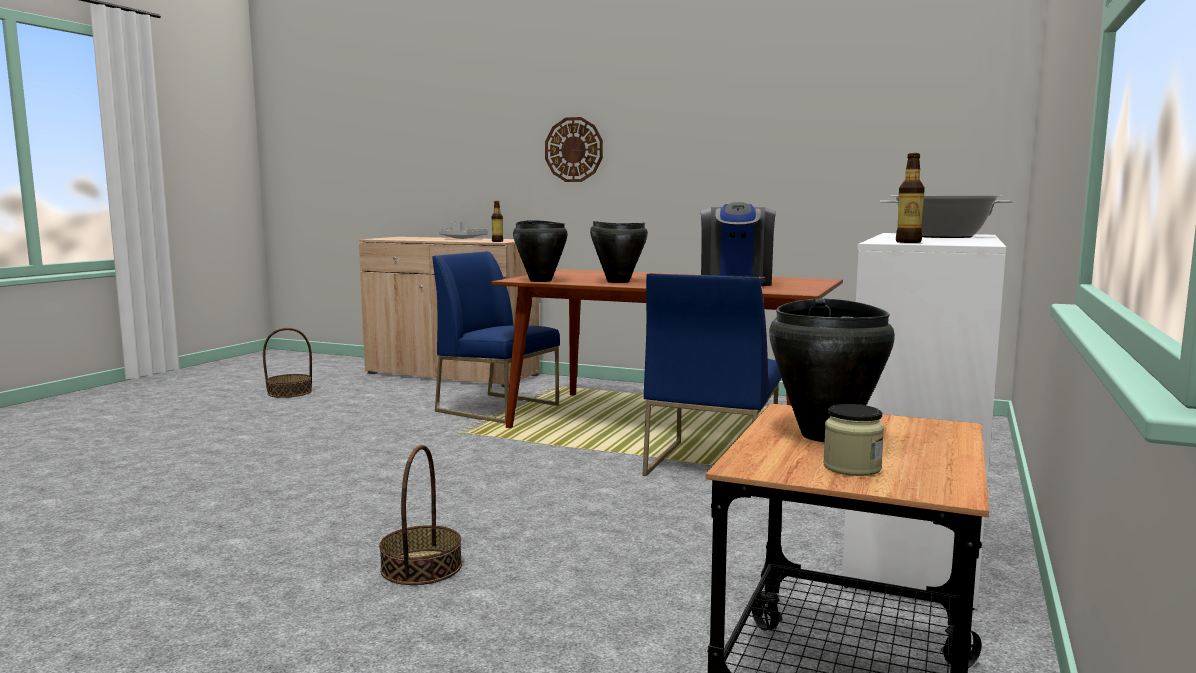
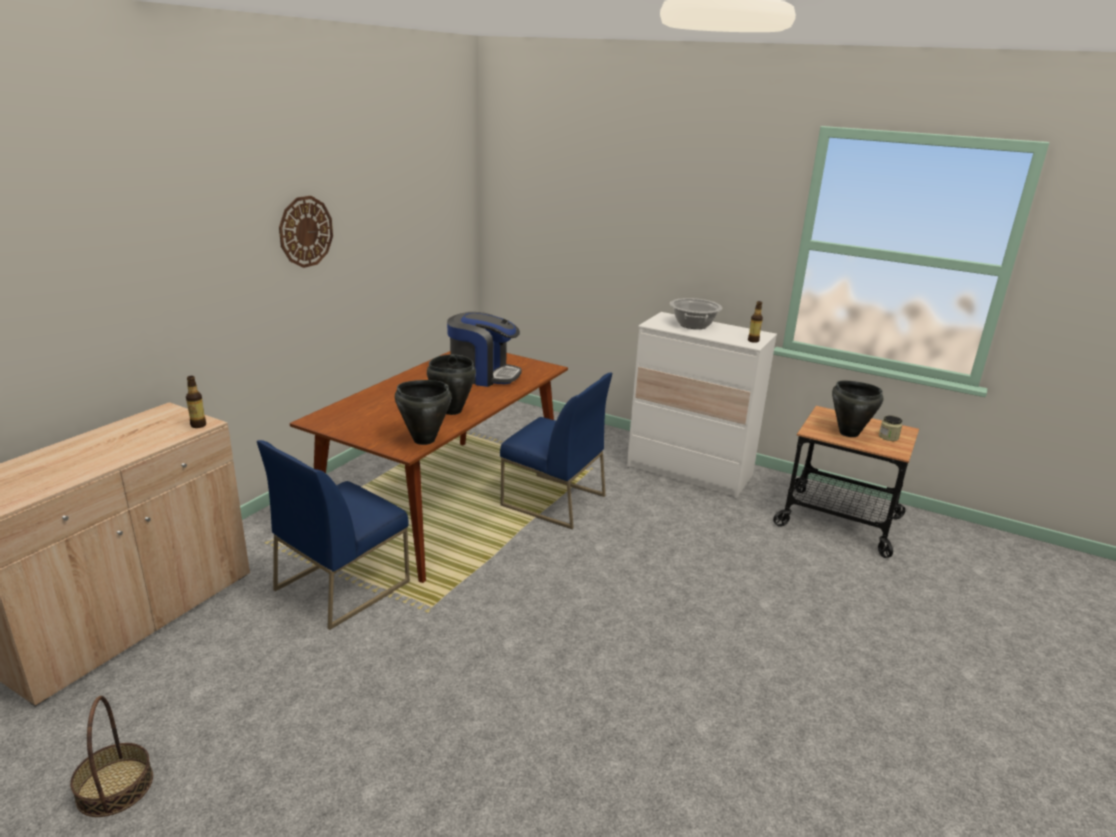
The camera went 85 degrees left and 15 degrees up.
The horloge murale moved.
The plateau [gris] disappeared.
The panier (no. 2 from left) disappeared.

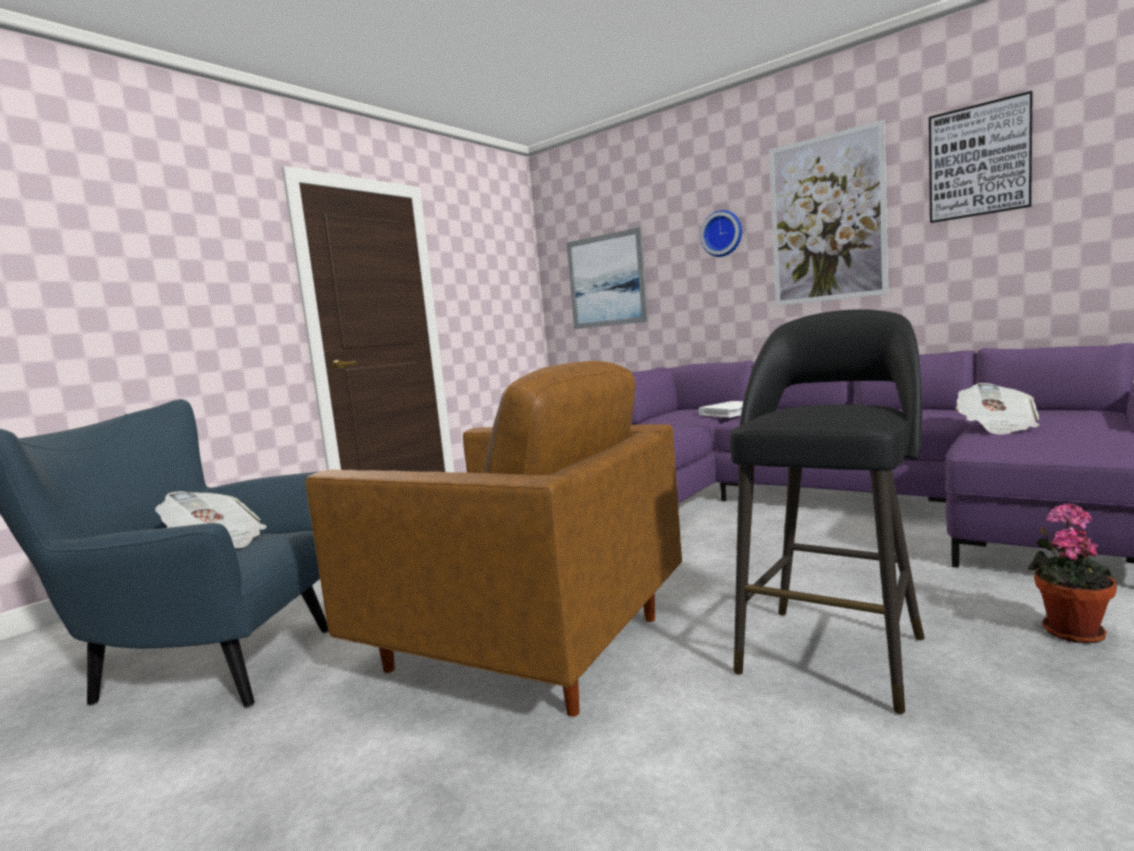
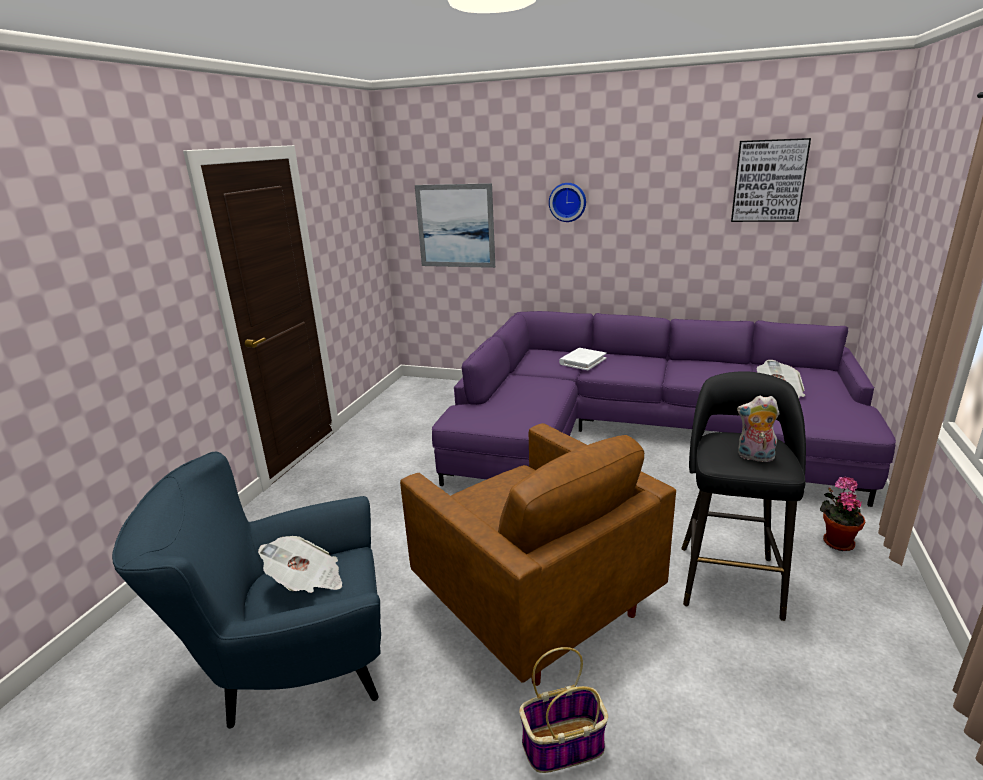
The camera went 20 degrees left and 15 degrees up.
The tableau (no. 2 from left) disappeared.
The fauteuil [marron] turned 45 degrees clockwise.
The peluche appeared.
The panier appeared.

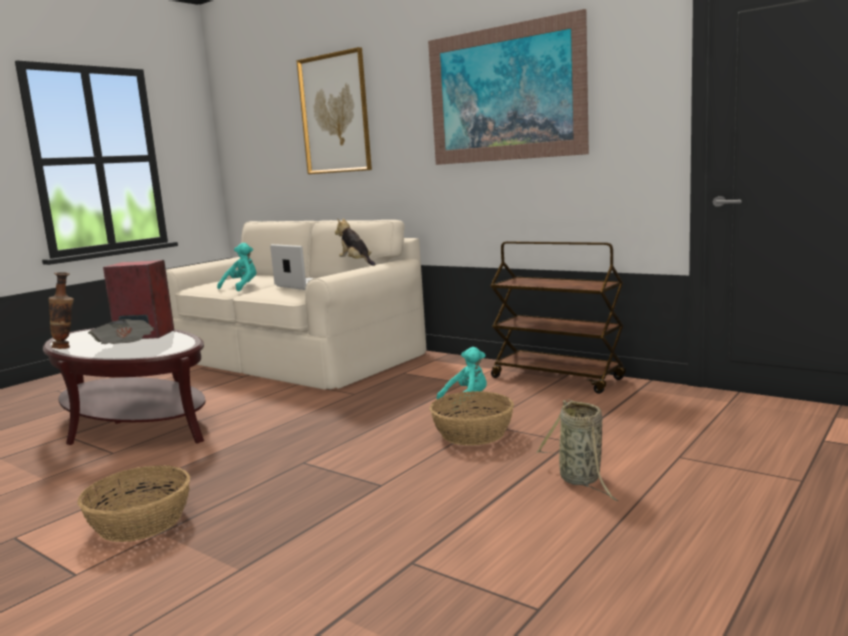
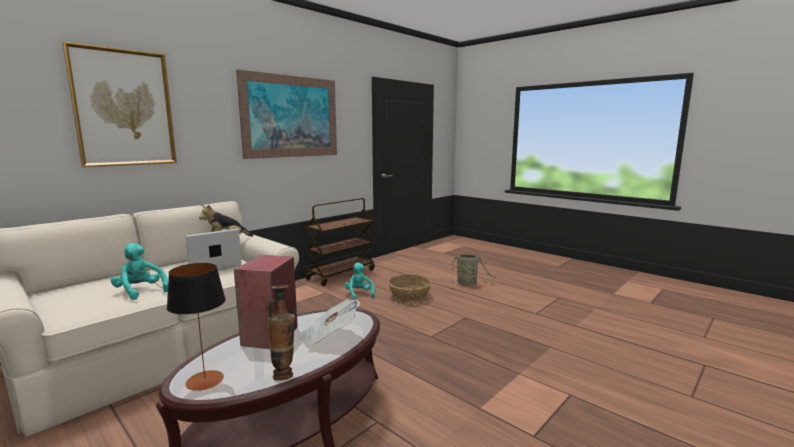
The camera went 85 degrees left and 0 degrees up.
The panier (no. 1 from left) disappeared.
The lampe de table appeared.

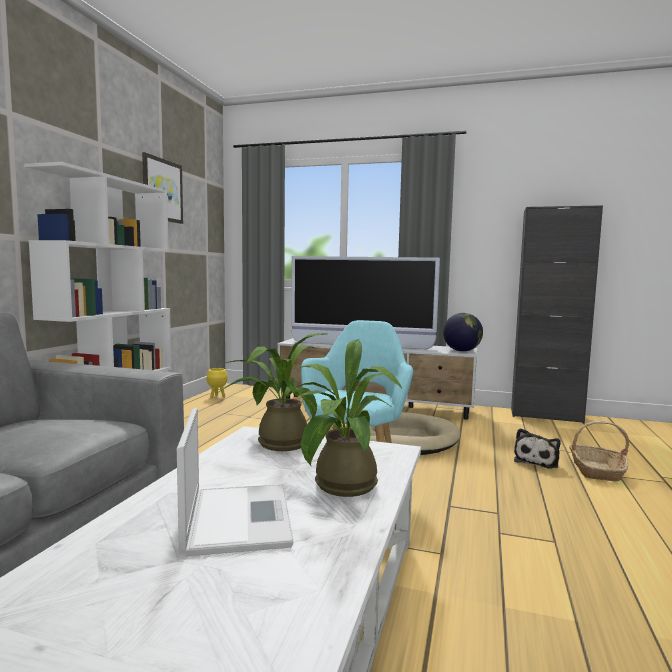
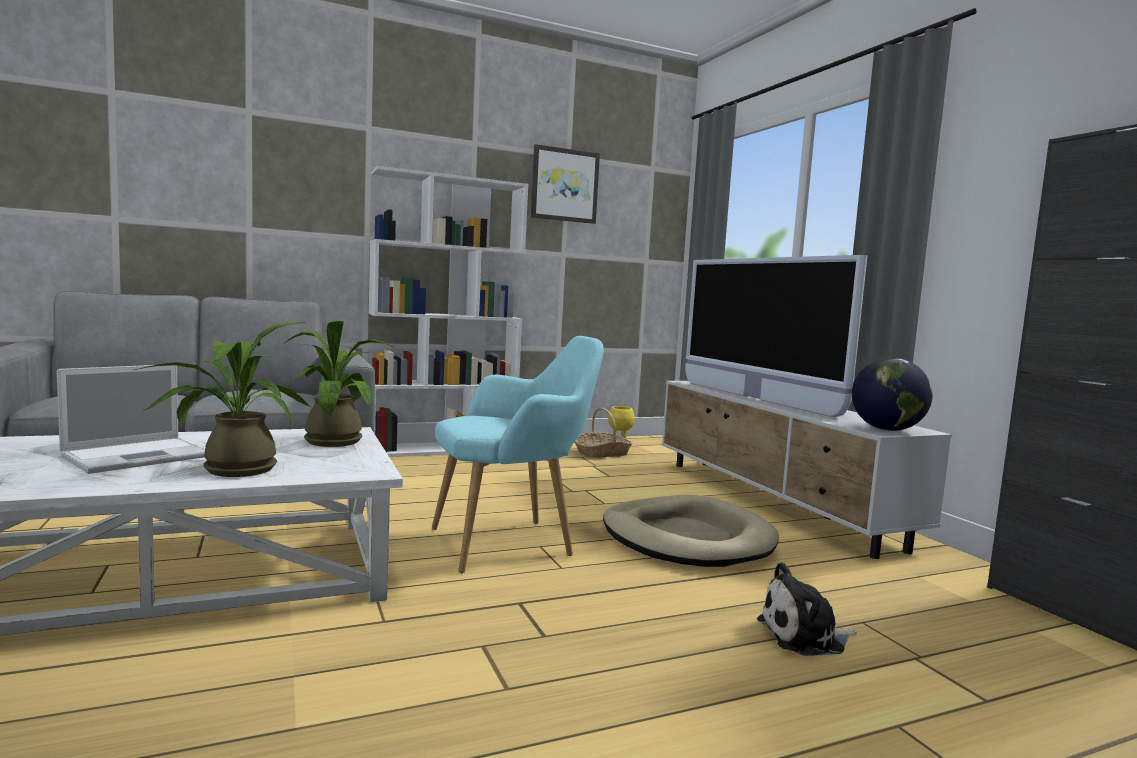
The camera went 50 degrees right and 0 degrees up.
The panier moved.

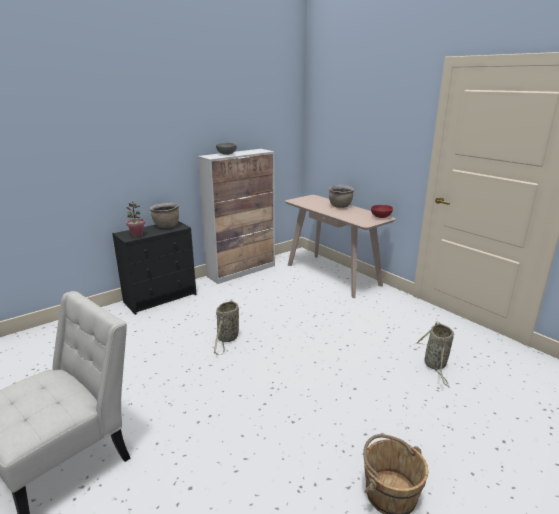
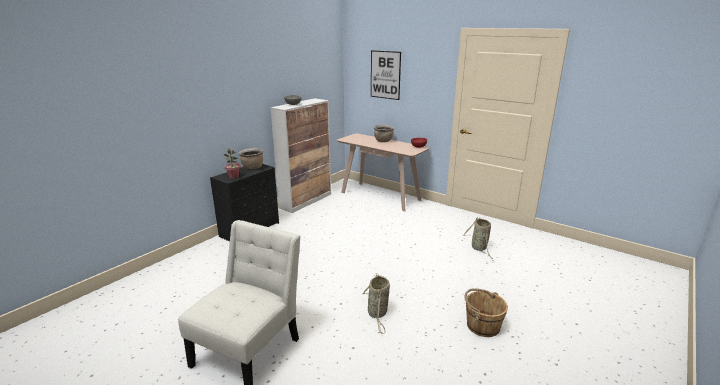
The camera went 15 degrees left and 0 degrees up.
The panier (no. 1 from left) moved.
The tableau appeared.

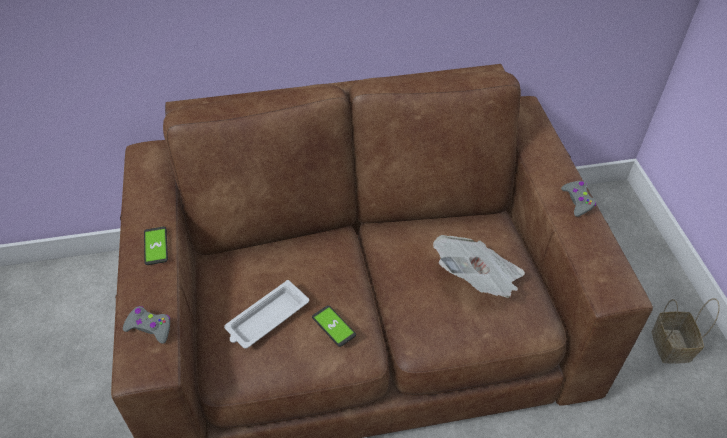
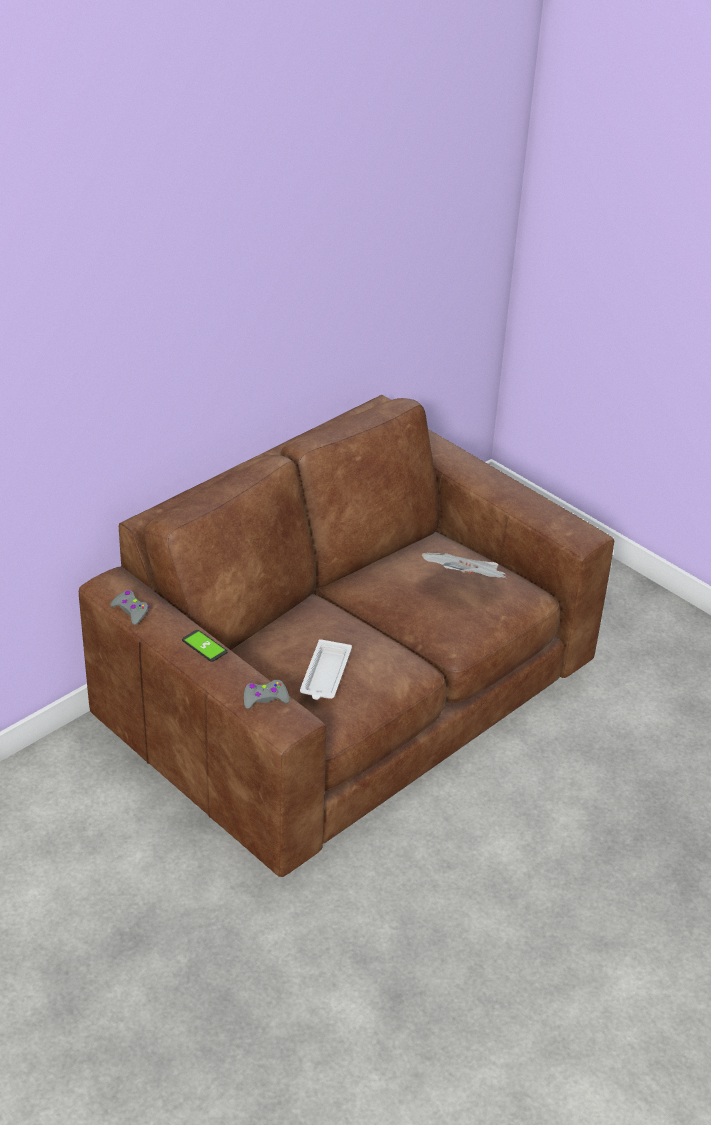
The camera went 35 degrees left and 10 degrees down.
The manette [gris] (no. 2 from left in the first image) moved.
The panier disappeared.
The téléphone (no. 2 from left) disappeared.

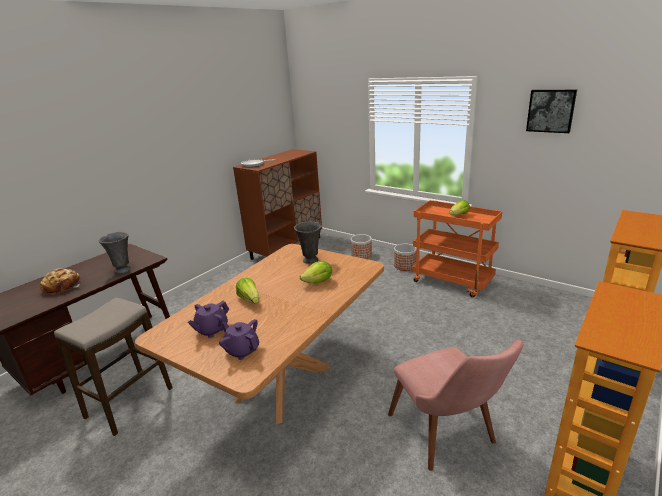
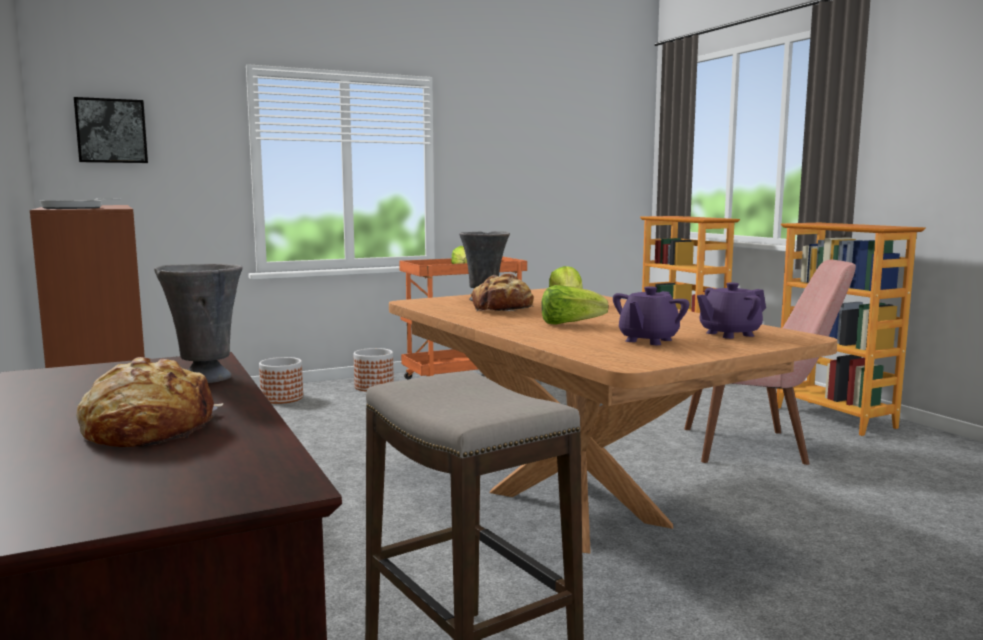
The camera went 65 degrees left and 15 degrees down.
The tableau moved.
The théière [violet] (no. 1 from left) turned 60 degrees clockwise.
The pain (no. 2 from left) appeared.

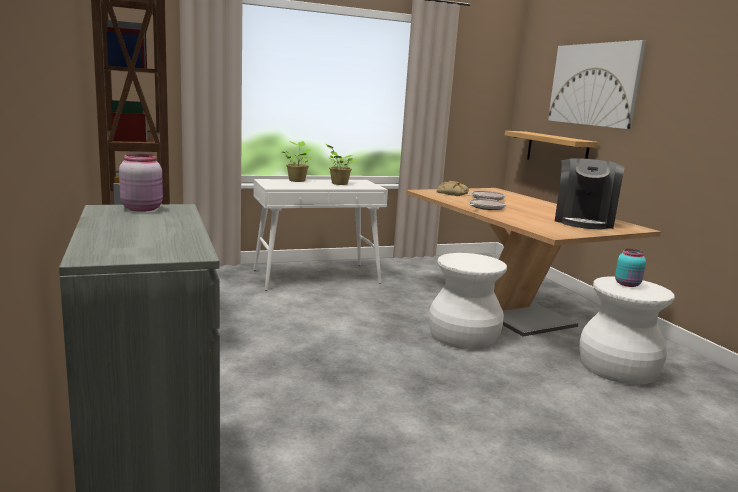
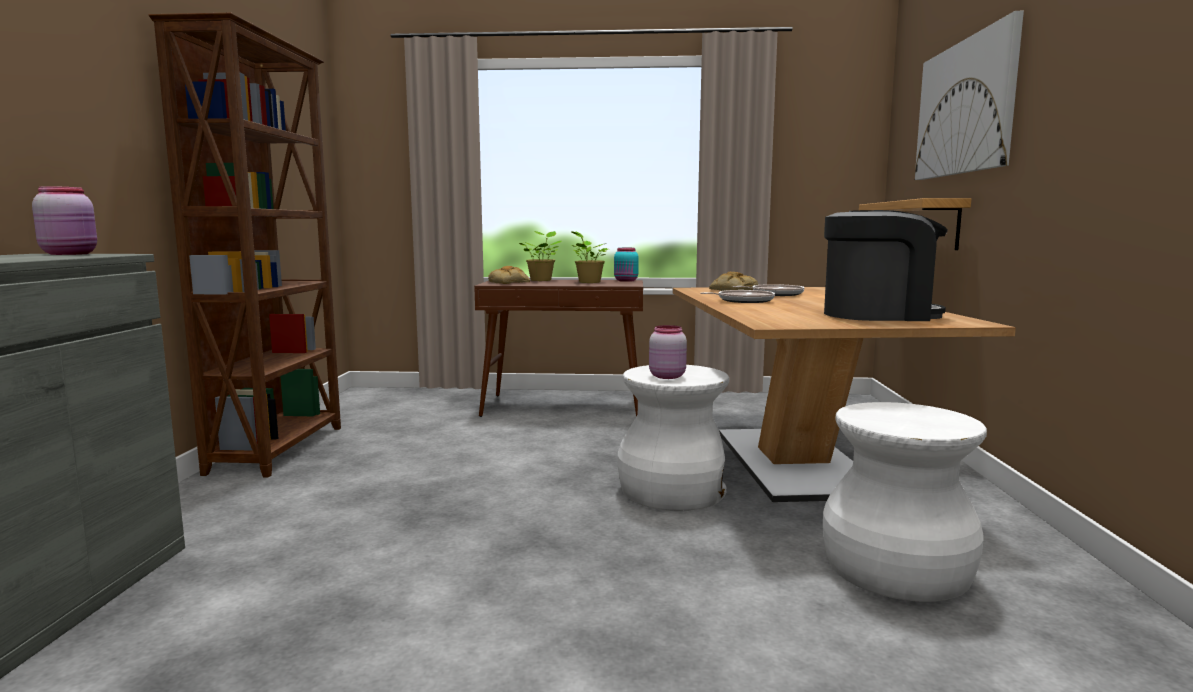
The camera went 25 degrees right and 5 degrees down.
The machine à café turned 135 degrees counterclockwise.
The table console [blanc] became the table console [marron].
The bocal [turquoise] moved.
The pain (no. 1 from left) appeared.
The bocal [rose] (no. 2 from left) appeared.

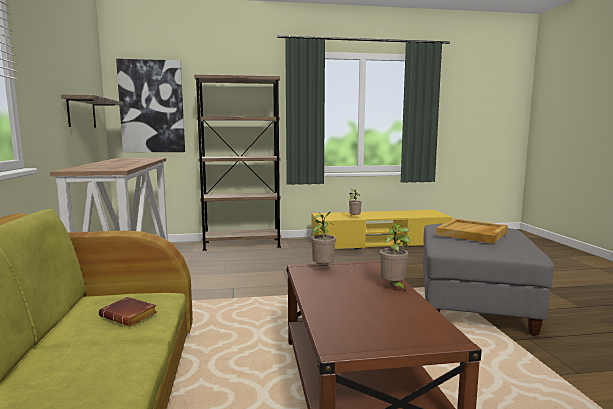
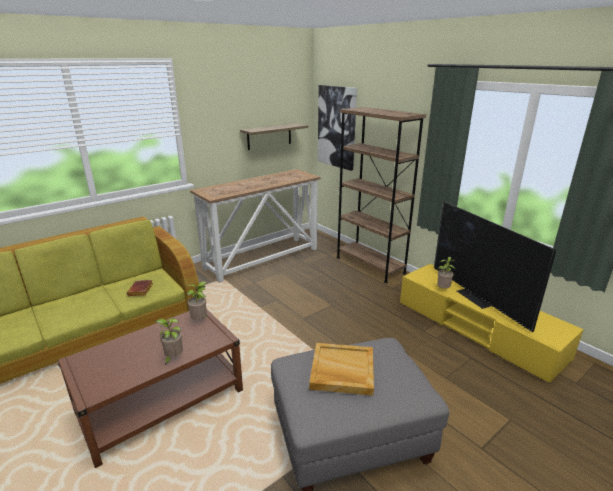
The camera went 60 degrees right and 15 degrees up.
The téléviseur appeared.

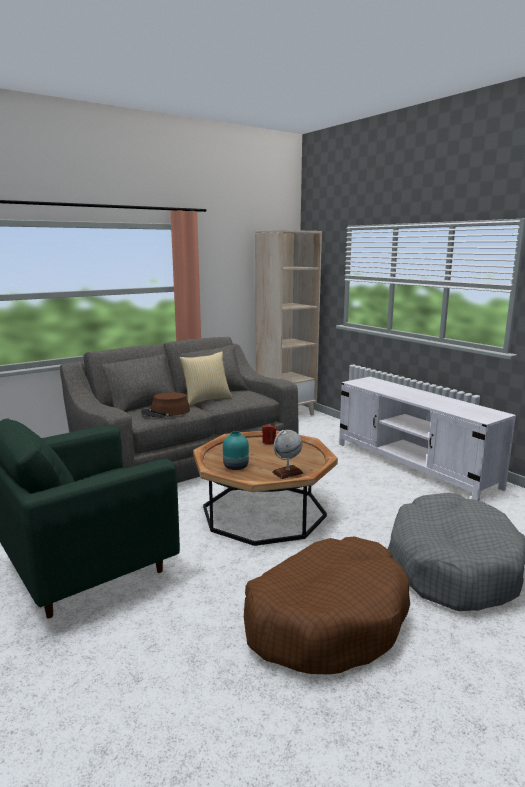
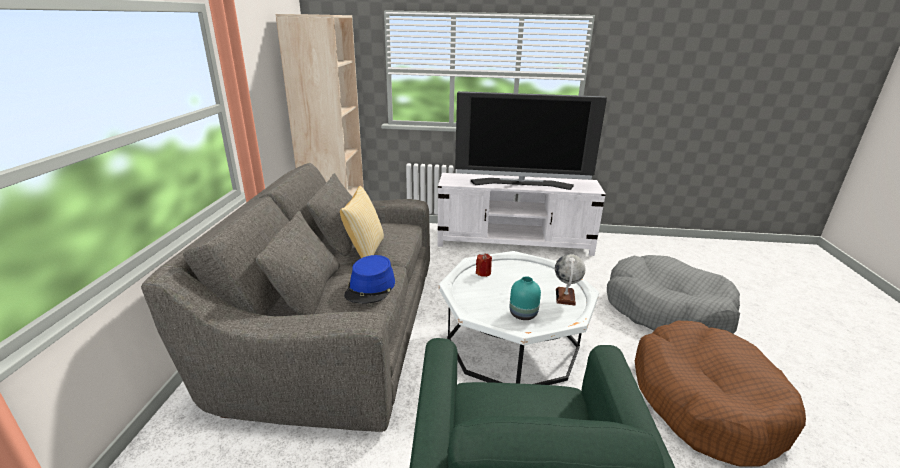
The camera went 50 degrees left and 10 degrees up.
The chapeau [marron] became the chapeau [bleu].
The table basse [marron] became the table basse [blanc].
The téléviseur appeared.

